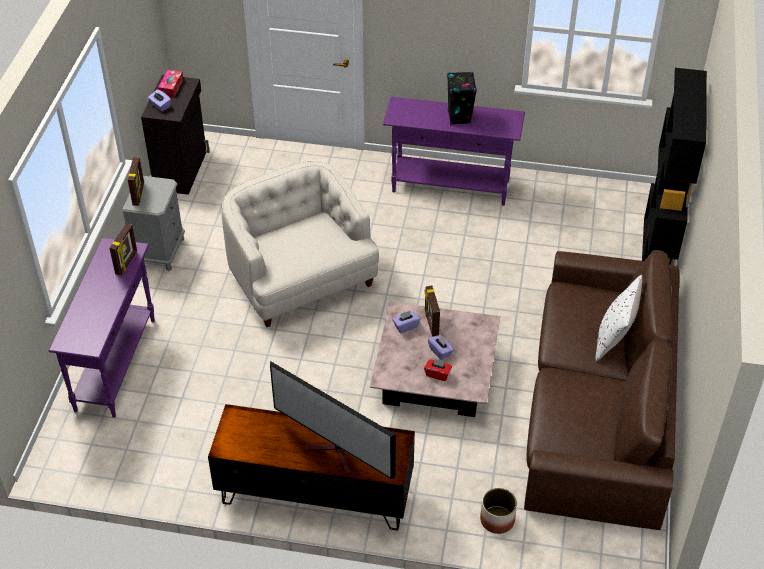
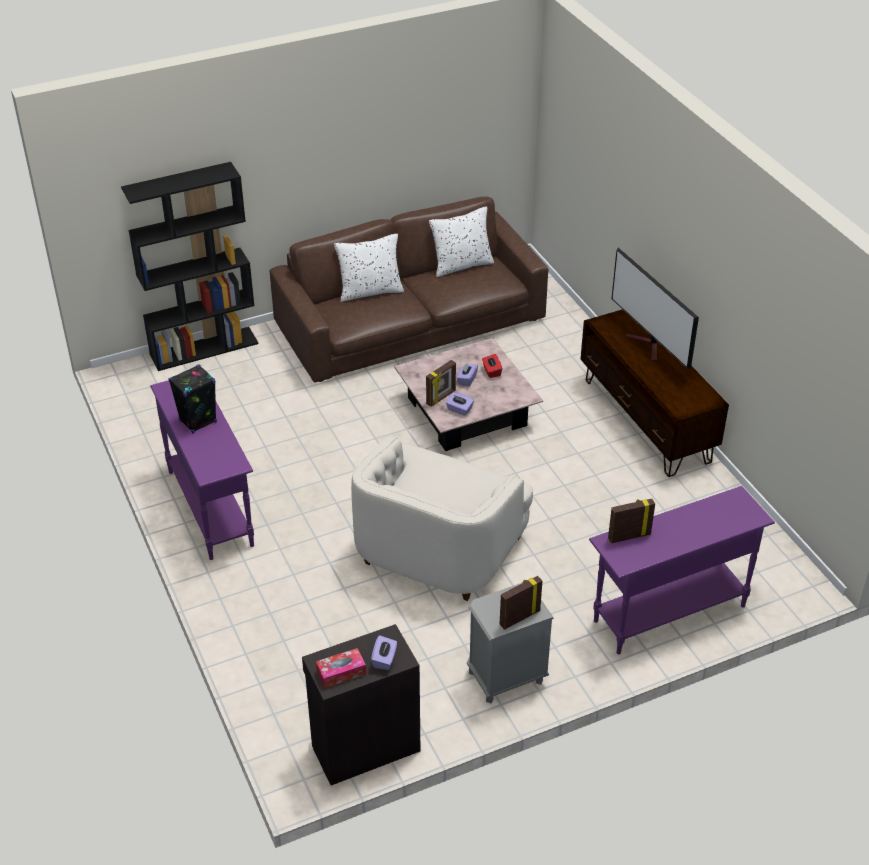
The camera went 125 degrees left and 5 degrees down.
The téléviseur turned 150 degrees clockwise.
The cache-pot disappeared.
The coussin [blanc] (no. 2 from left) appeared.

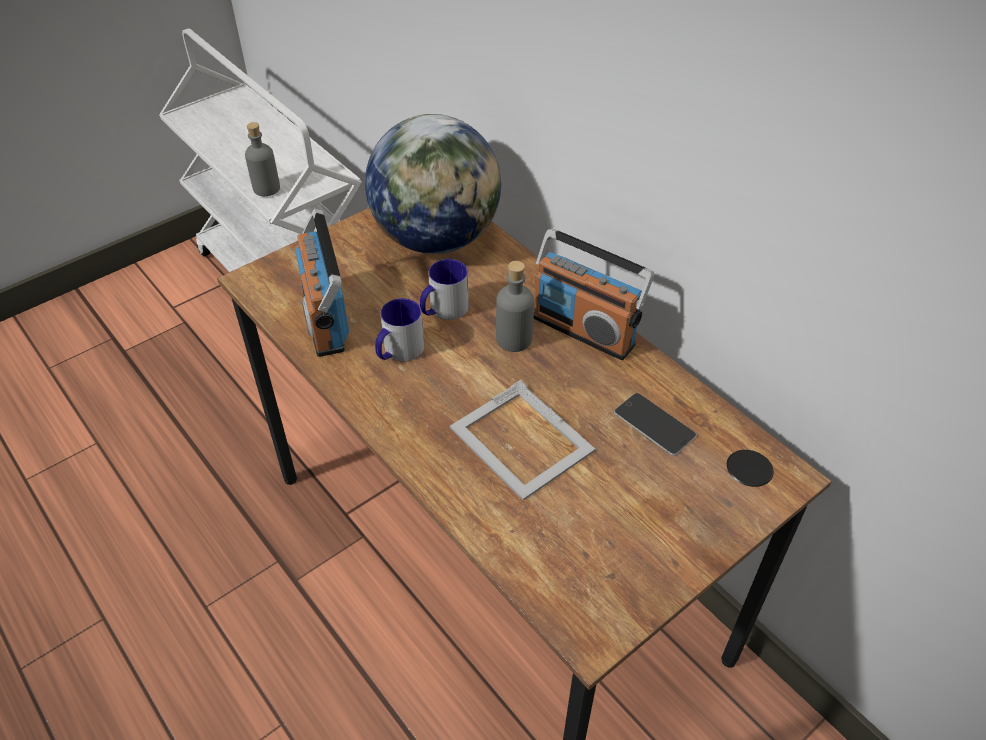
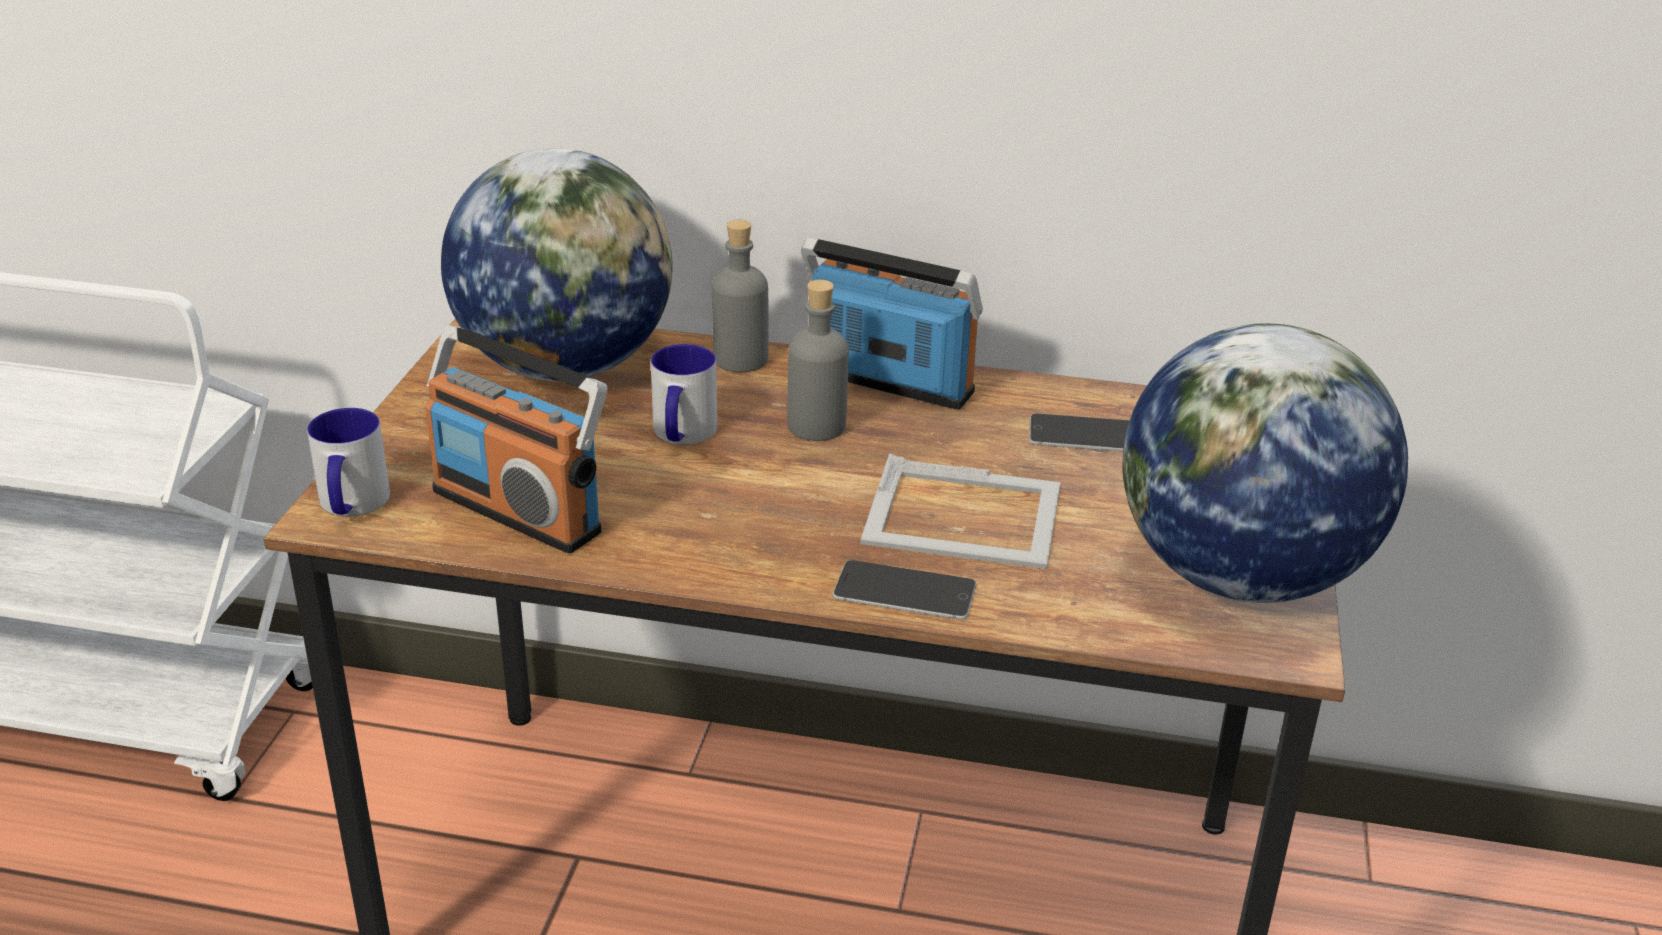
The camera went 40 degrees left and 15 degrees down.
The bouteille [gris] (no. 1 from left) moved.
The radio (no. 2 from left) turned 150 degrees counterclockwise.
The mug (no. 1 from left) moved.
The globe (no. 2 from left) appeared.
The téléphone (no. 1 from left) appeared.

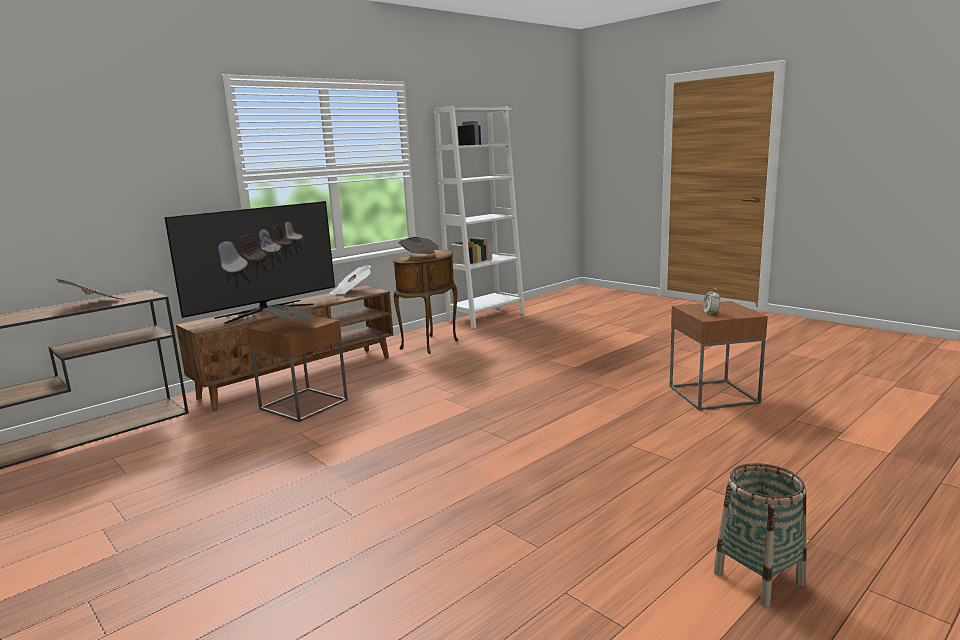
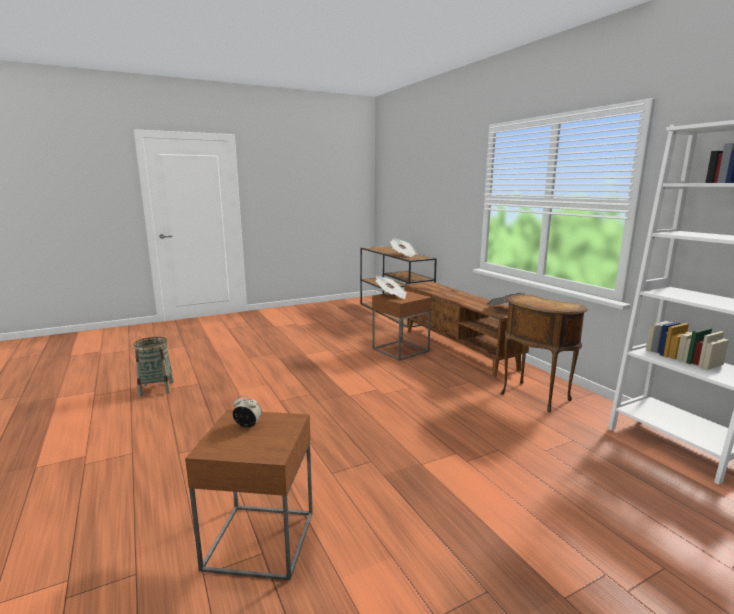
The camera went 105 degrees right and 0 degrees up.
The téléviseur disappeared.
The journal (no. 4 from left) disappeared.
The panier moved.

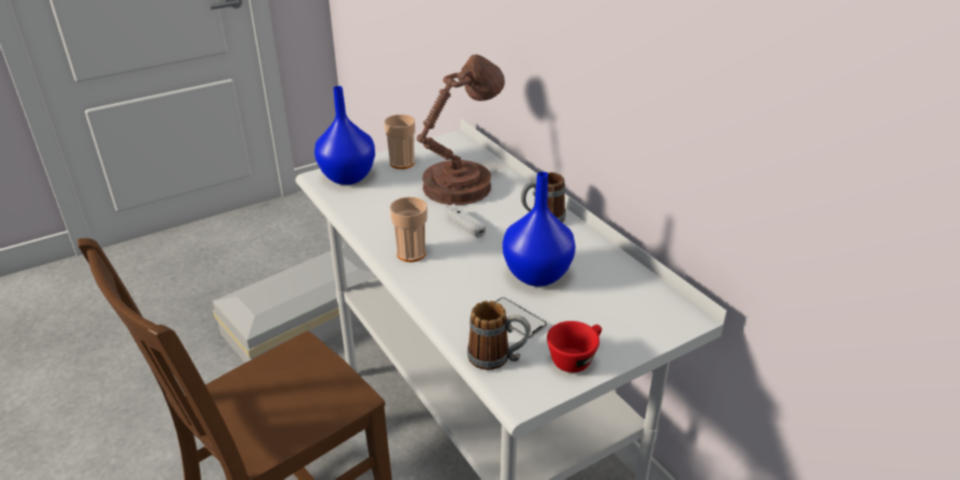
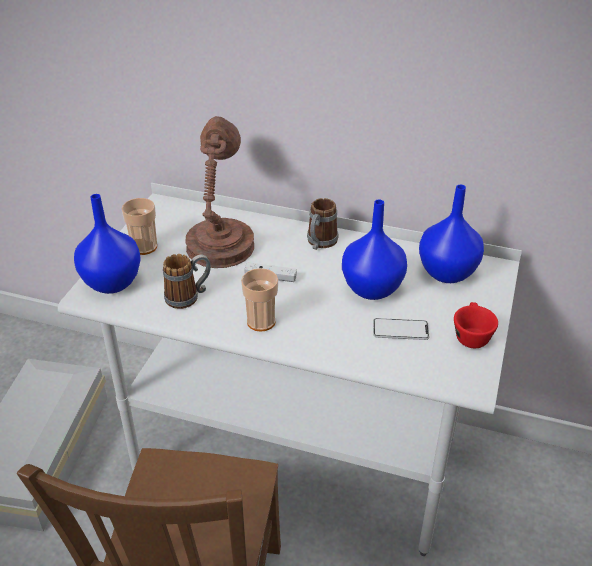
The camera went 40 degrees left and 5 degrees up.
The mug (no. 1 from left) moved.
The vase [bleu] (no. 3 from left) appeared.

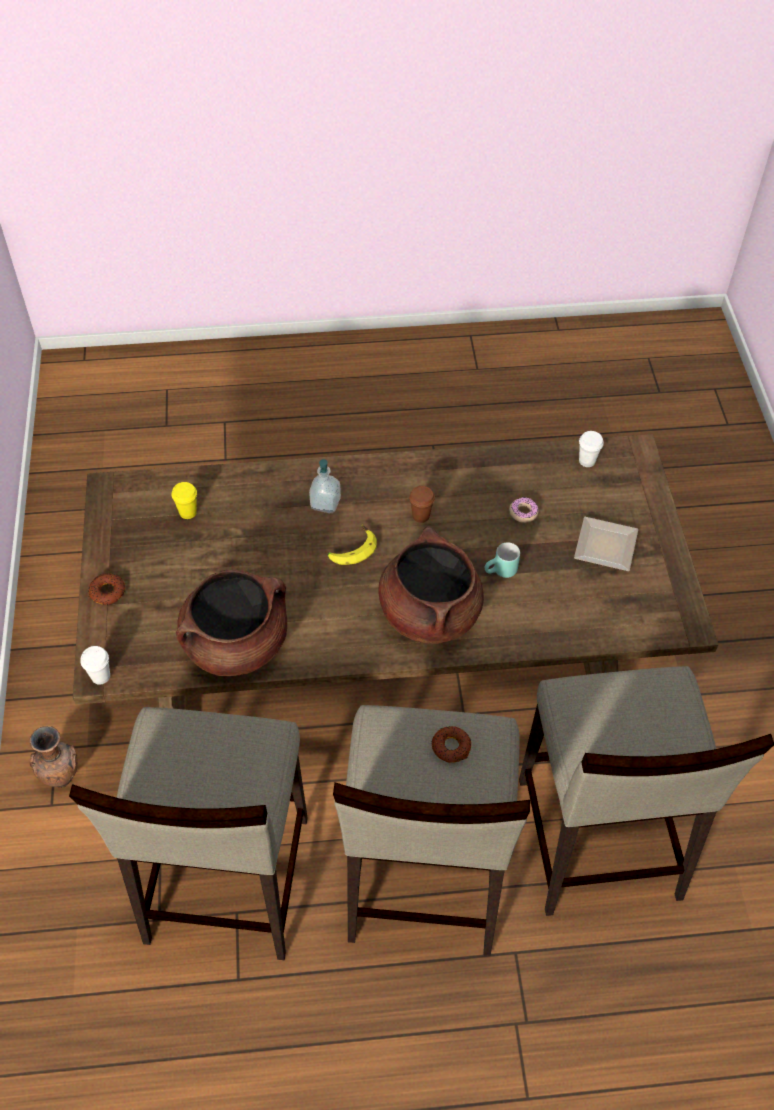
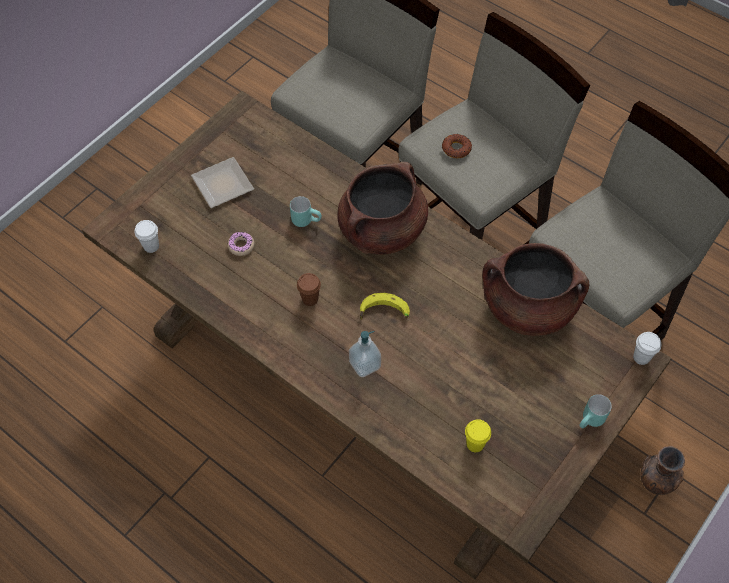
The camera went 135 degrees left and 5 degrees up.
The beignet (no. 1 from left) was replaced by the mug [turquoise] (no. 2 from left).

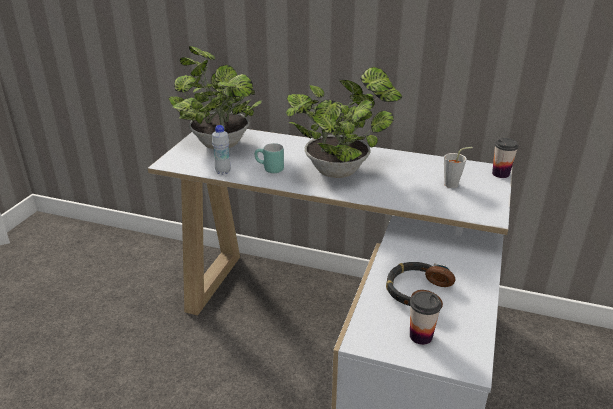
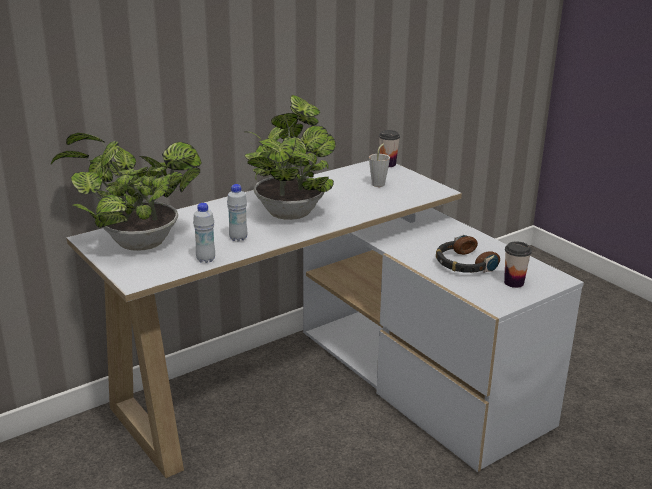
The camera went 55 degrees left and 5 degrees down.
The mug [turquoise] was replaced by the bouteille [blanc] (no. 2 from left).

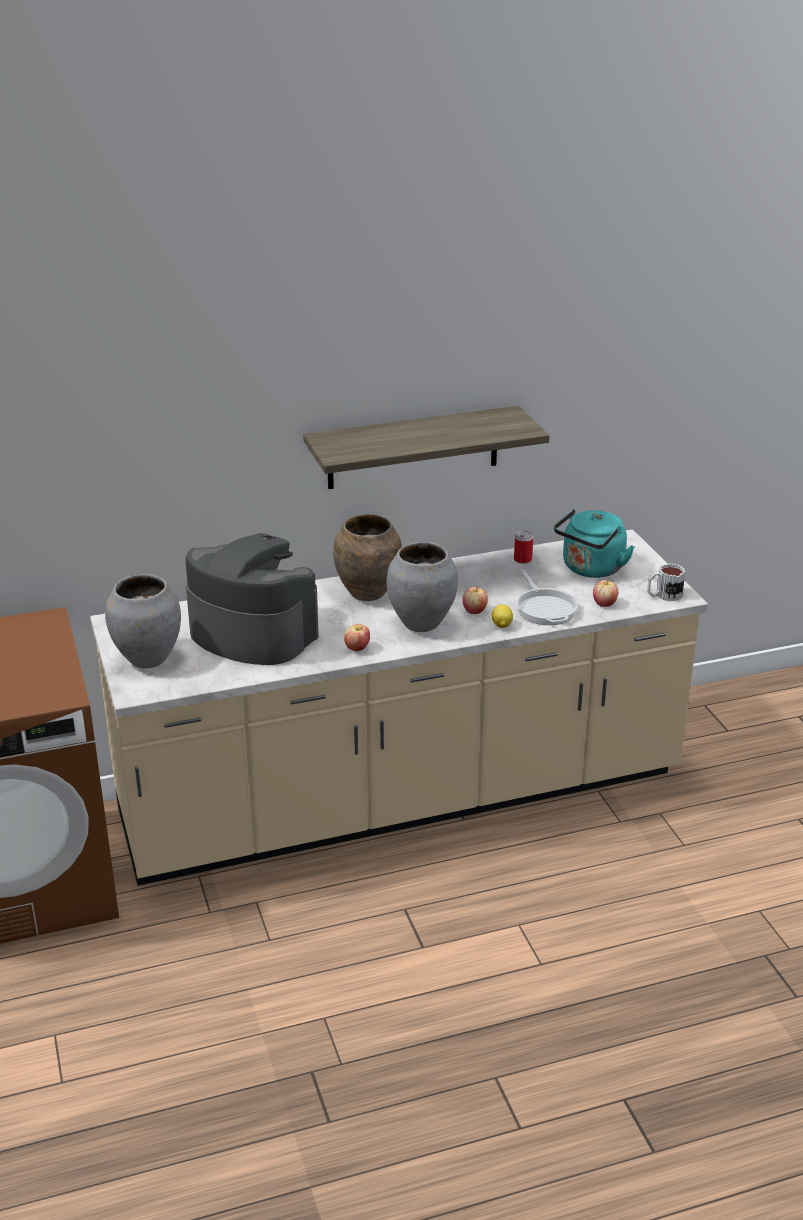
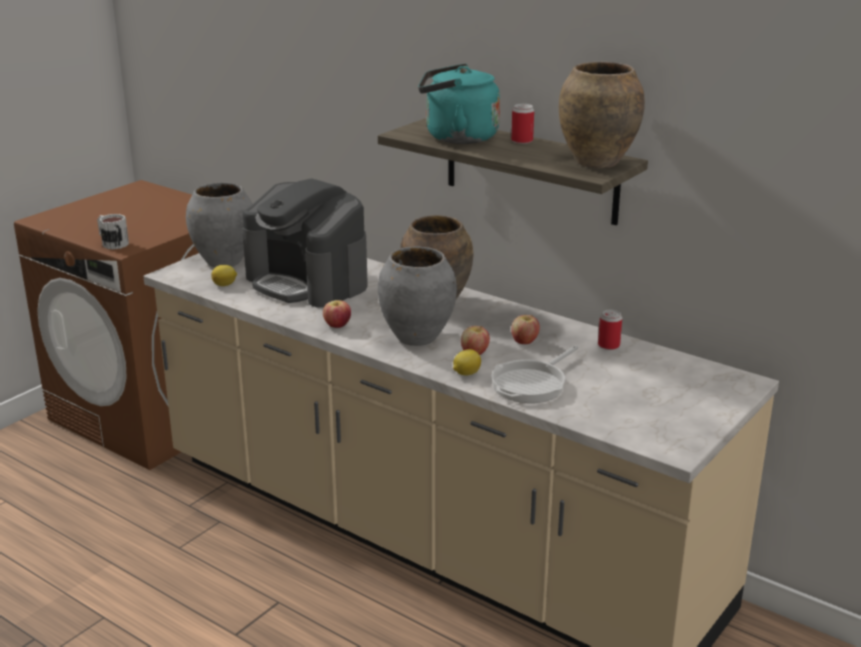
The camera went 55 degrees right and 5 degrees down.
The bouilloire [turquoise] moved.
The machine à café turned 135 degrees clockwise.
The mug moved.
The pomme (no. 3 from left) moved.
The vase [marron] (no. 2 from left) appeared.
The boîte métallique (no. 1 from left) appeared.
The citron (no. 1 from left) appeared.

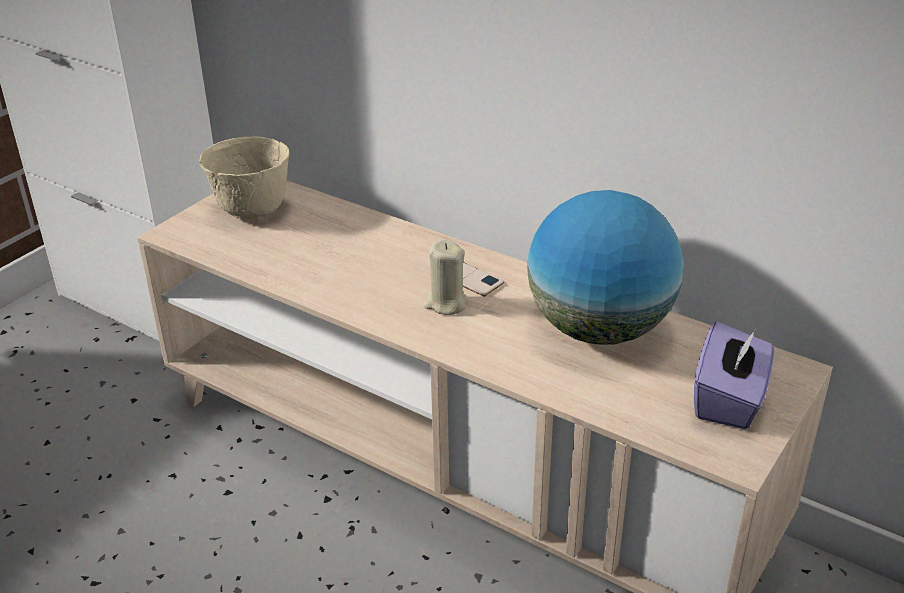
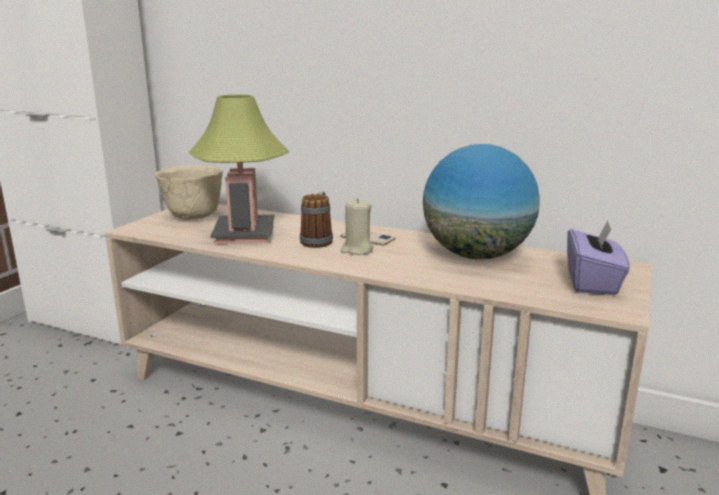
The camera went 10 degrees left and 15 degrees down.
The lampe de table appeared.
The mug appeared.

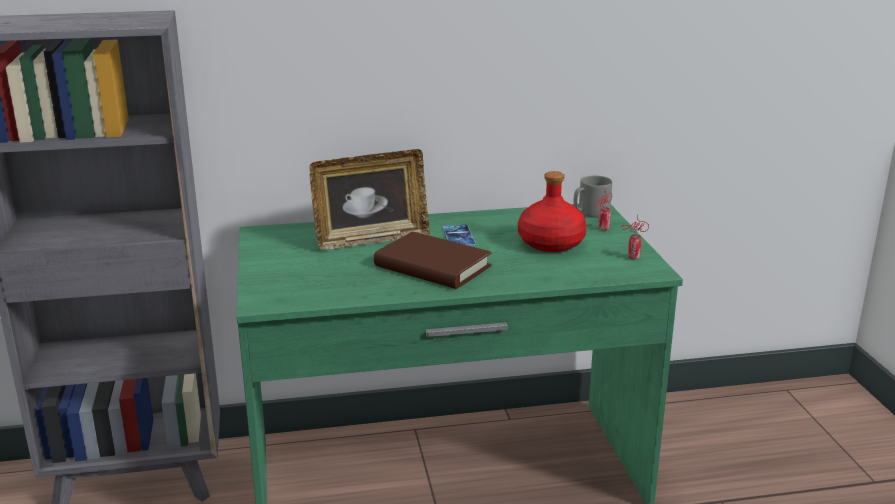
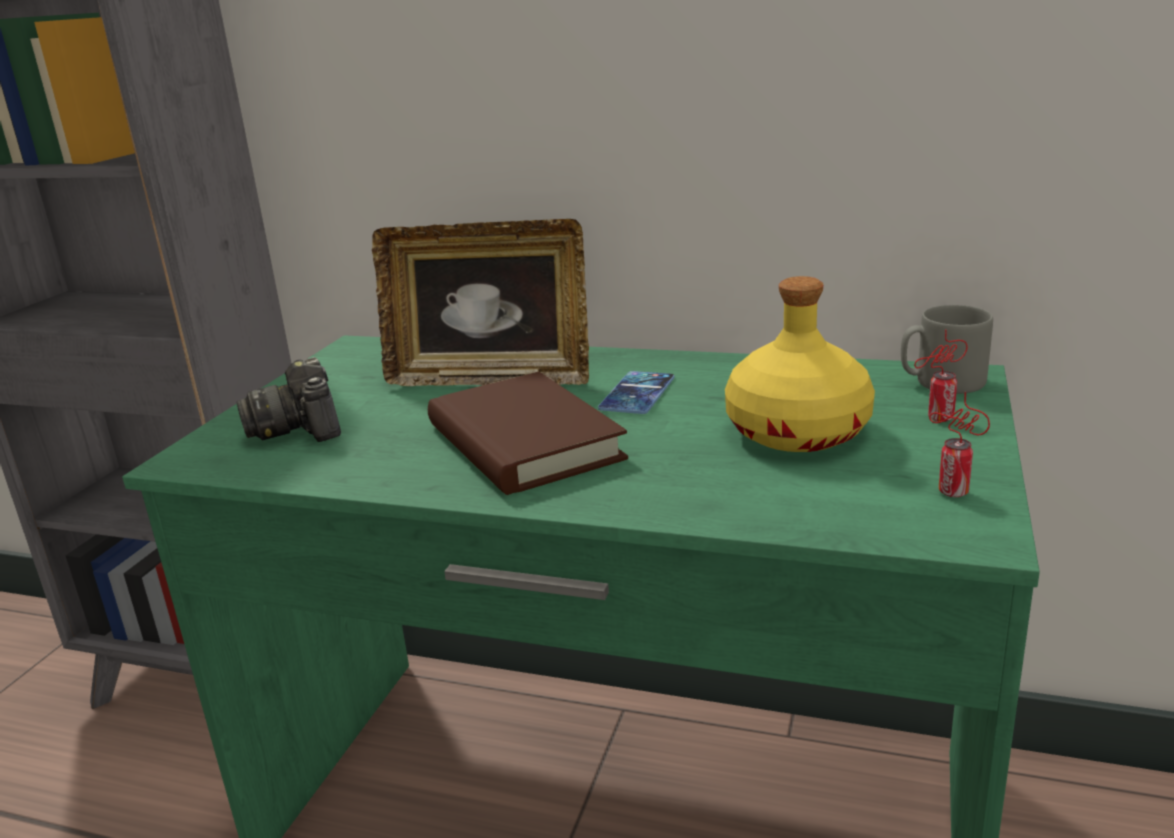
The camera went 30 degrees right and 0 degrees up.
The bouteille [rouge] became the bouteille [jaune].
The appareil photo appeared.

